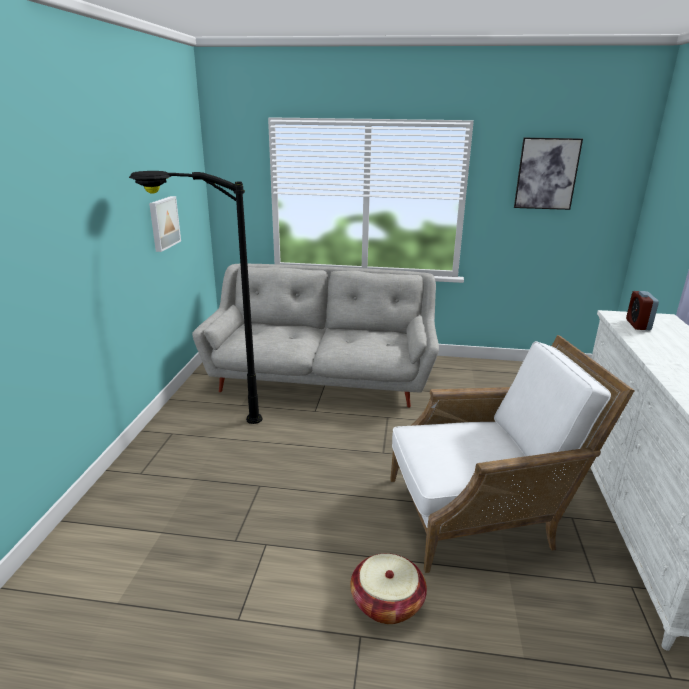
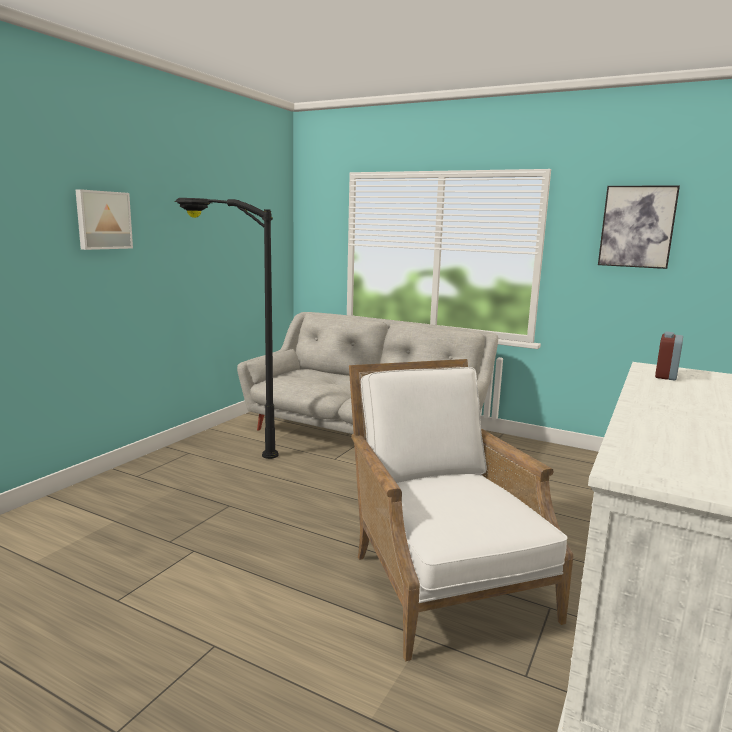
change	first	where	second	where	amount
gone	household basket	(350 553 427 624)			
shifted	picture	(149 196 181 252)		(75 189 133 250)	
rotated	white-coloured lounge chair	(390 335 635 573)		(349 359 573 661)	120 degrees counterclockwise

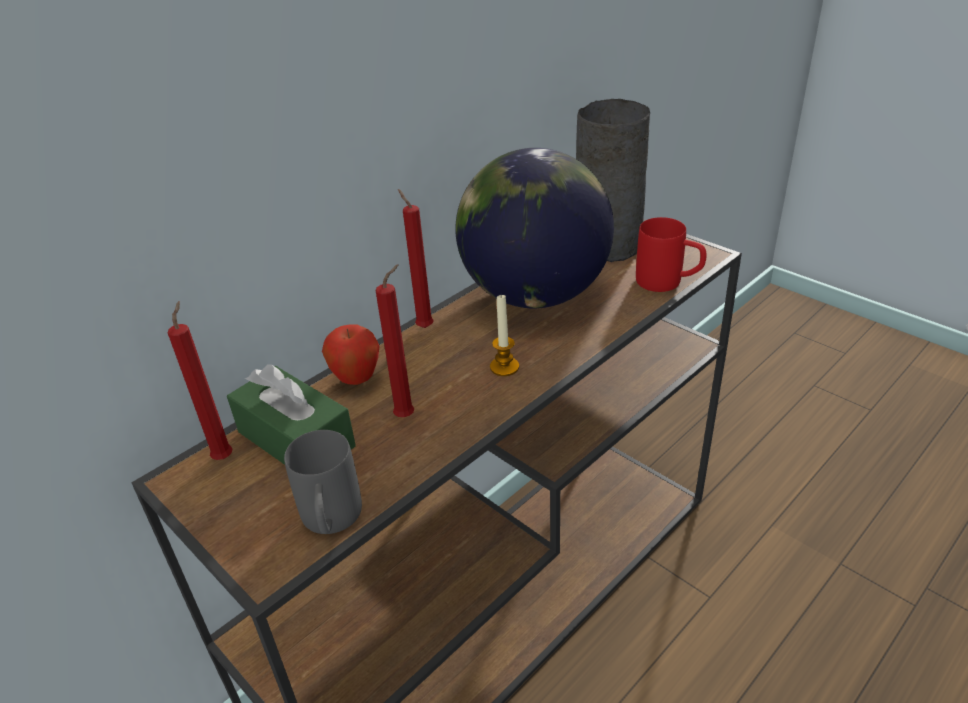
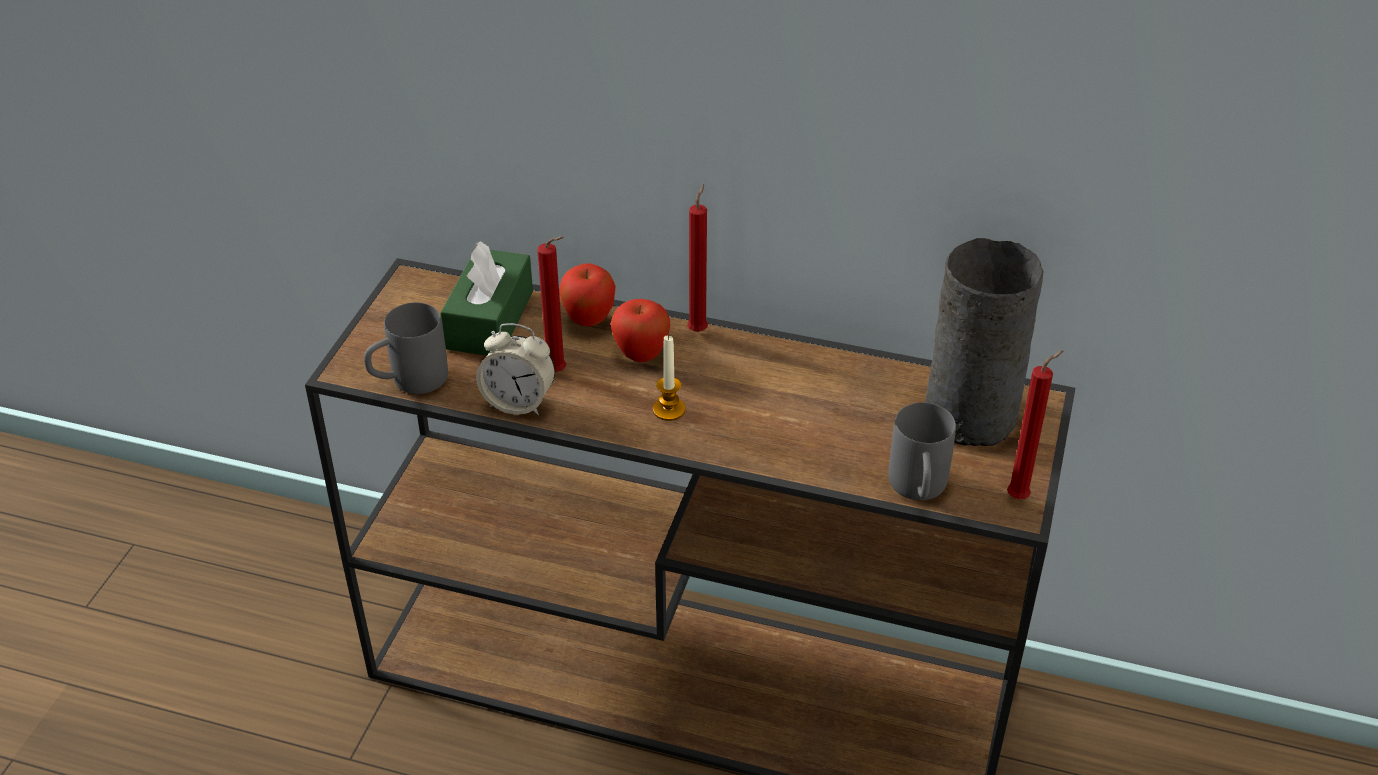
change	first	where	second	where	amount
gone	desk globe	(456 148 614 308)			
new			alarm clock	(476 323 555 415)	
new			whole apple	(611 299 670 362)	
shifted	red wax light	(168 301 233 460)		(1007 350 1063 499)	
repainted	red tea mug	(636 217 707 292)	greyish tea mug	(889 402 956 500)	

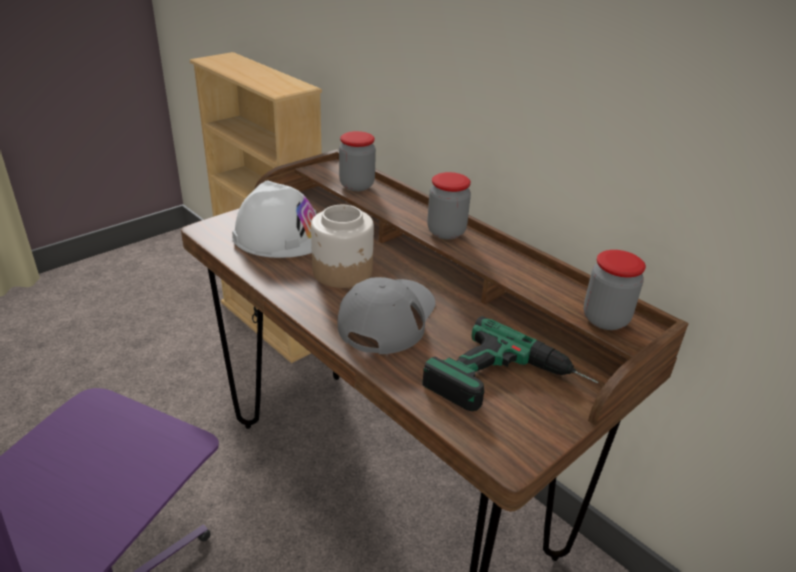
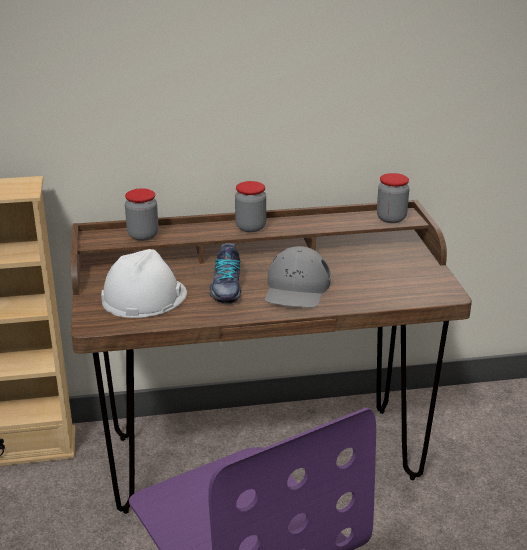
change	first	where	second	where	amount
gone	drill	(422 316 598 411)			
swapped	jar	(311 205 374 288)	low shoe	(209 243 242 304)	
rotated	greyish peaked cap	(338 277 435 354)		(265 246 331 307)	135 degrees counterclockwise

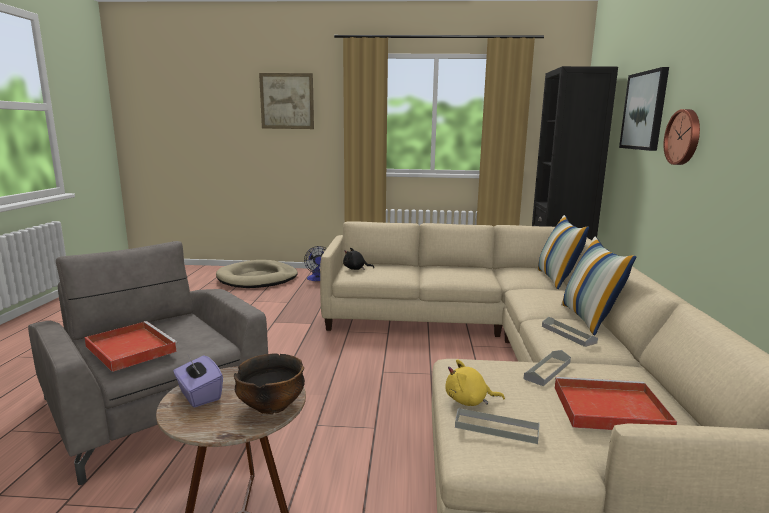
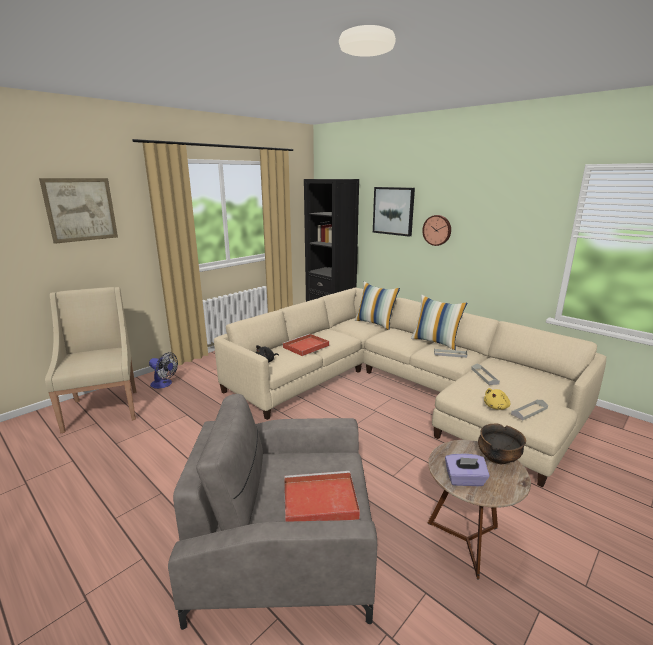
change	first	where	second	where	amount
shifted	red carrying tray	(554 377 677 430)		(282 334 329 356)	
swapped	beige-coloured dog bed	(216 260 298 288)	beige-coloured lounge chair	(45 287 137 433)	

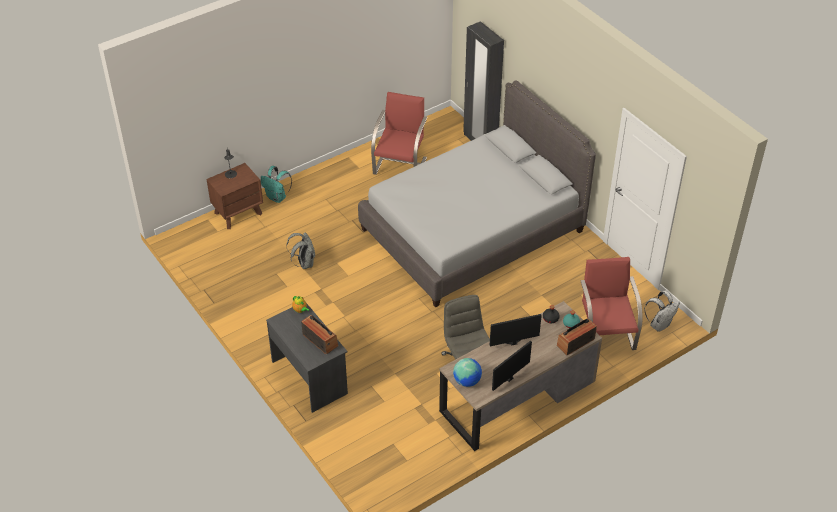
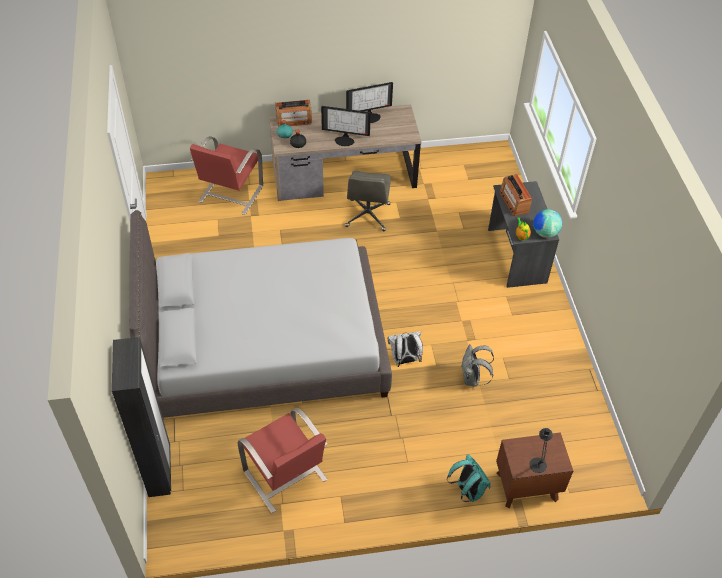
change	first	where	second	where	amount
shifted	desk globe	(453 358 482 387)		(533 209 562 238)	
shifted	white-coloured backpack	(644 291 680 332)		(388 331 423 367)	
rotated	red lounge chair	(371 92 428 175)		(237 408 328 513)	75 degrees counterclockwise

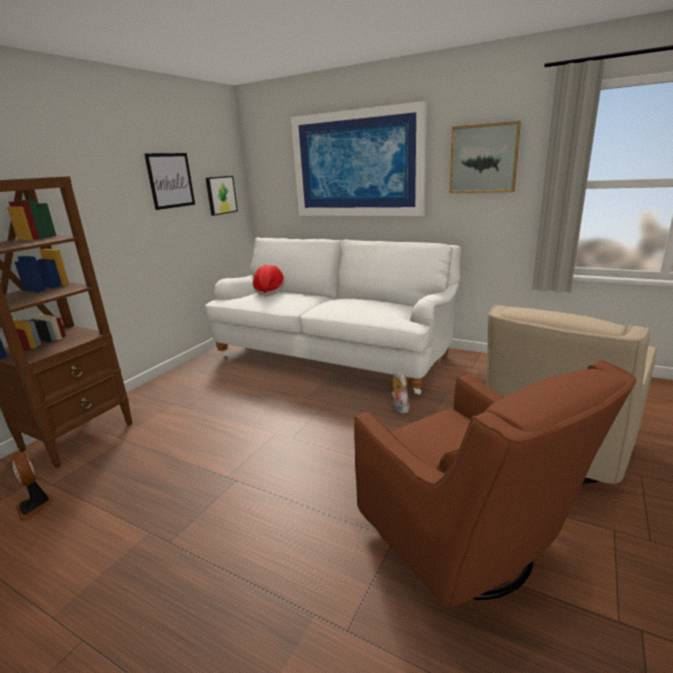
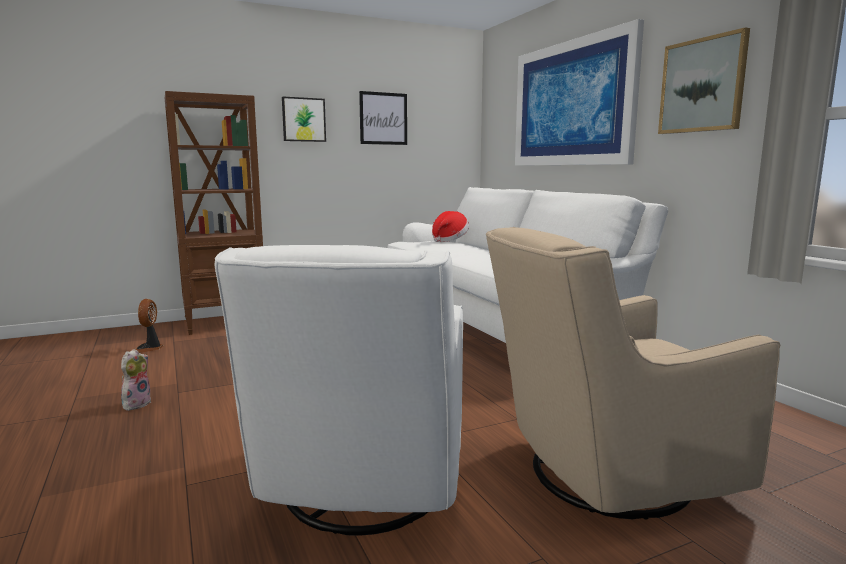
change	first	where	second	where	amount
shifted	picture	(206 176 238 216)		(282 97 326 142)	
shifted	plush toy	(391 371 410 413)		(121 349 152 411)	
repainted	brown-coloured lounge chair	(354 360 636 607)	white-coloured lounge chair	(214 245 463 536)	

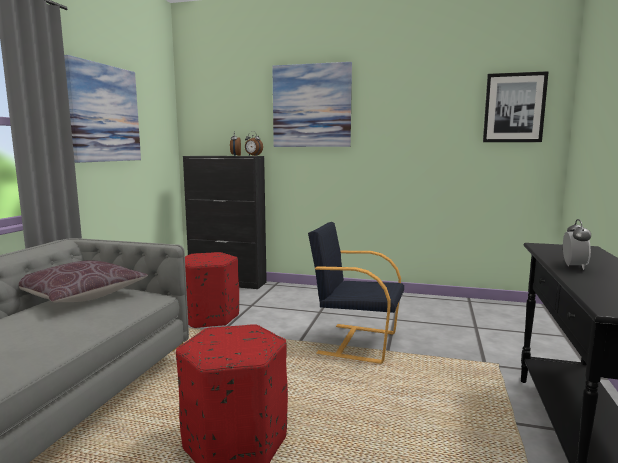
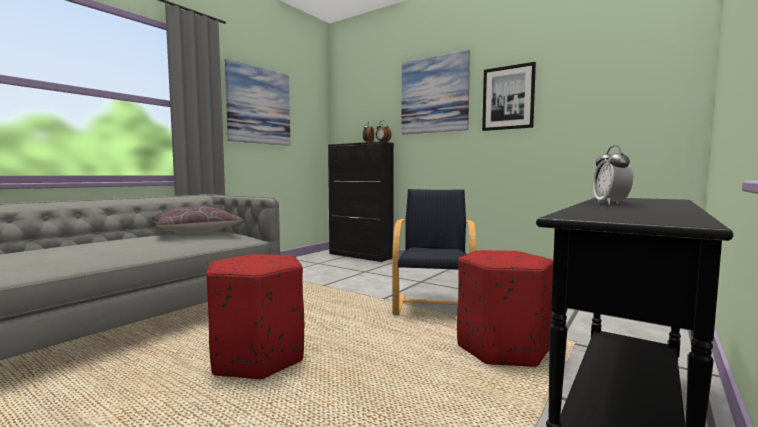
change	first	where	second	where	amount
shifted	red footrest	(185 252 239 329)		(457 250 553 367)	
shifted	picture	(483 71 549 142)		(482 62 536 131)	
rotated	blackish lounge chair	(308 222 404 364)		(392 189 476 315)	60 degrees clockwise
rotated	alarm clock	(563 219 591 270)		(593 145 633 205)	150 degrees clockwise

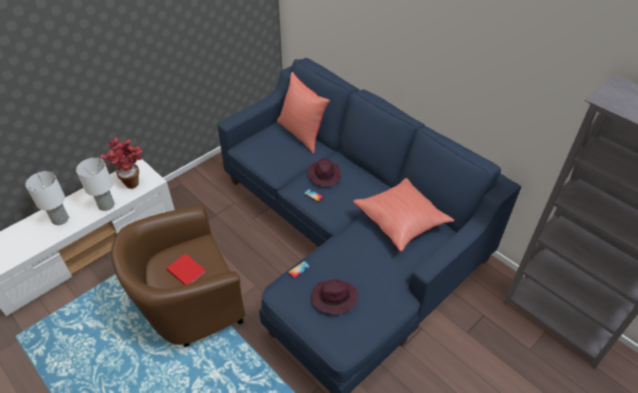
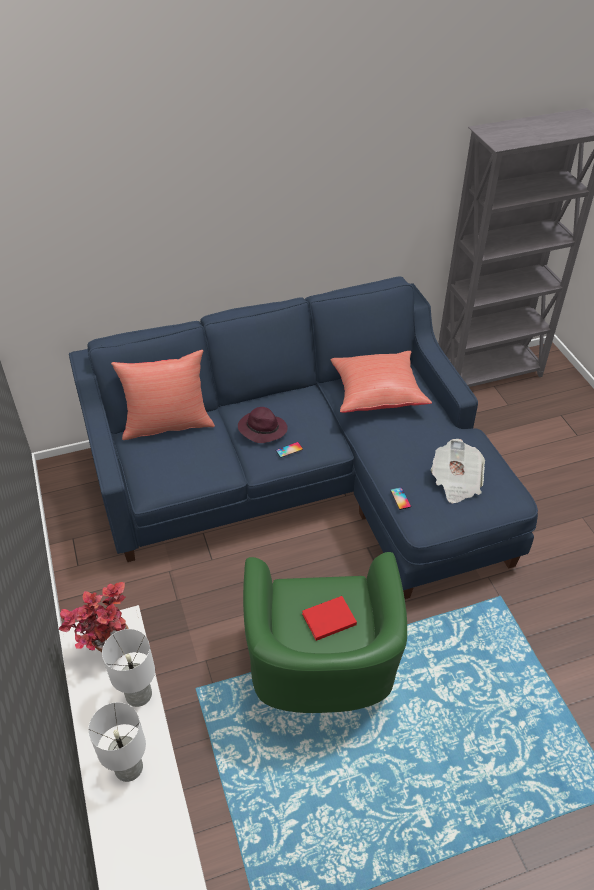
change	first	where	second	where	amount
swapped	purple-coloured wearable hat	(311 279 358 314)	printed paper	(431 439 485 504)	
repainted	brown-coloured lounge chair	(111 205 245 347)	green-coloured lounge chair	(243 552 407 713)	

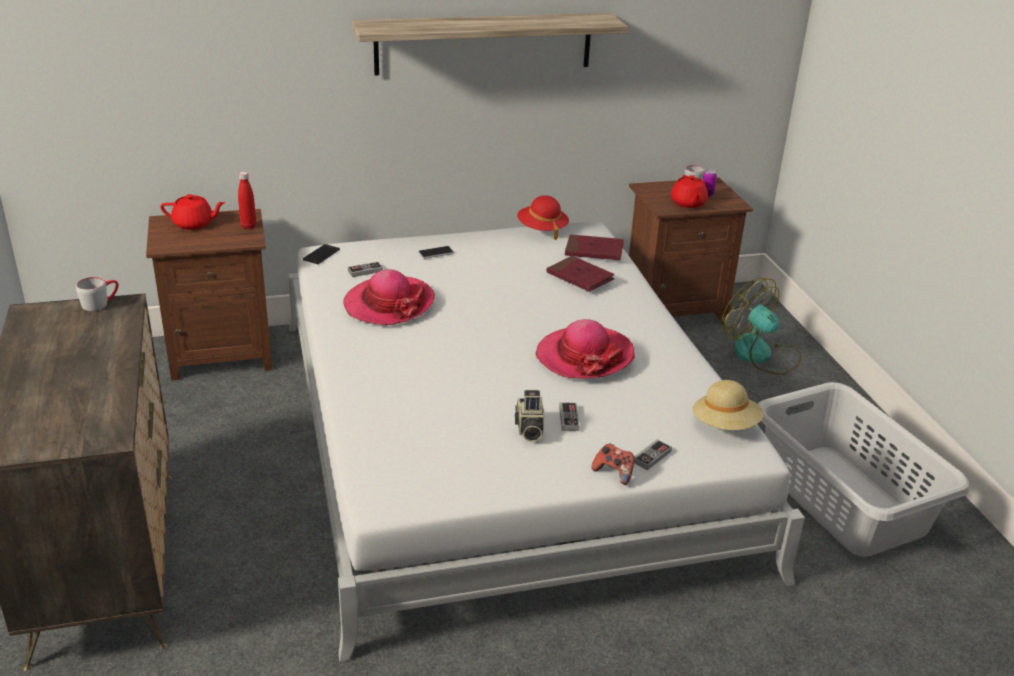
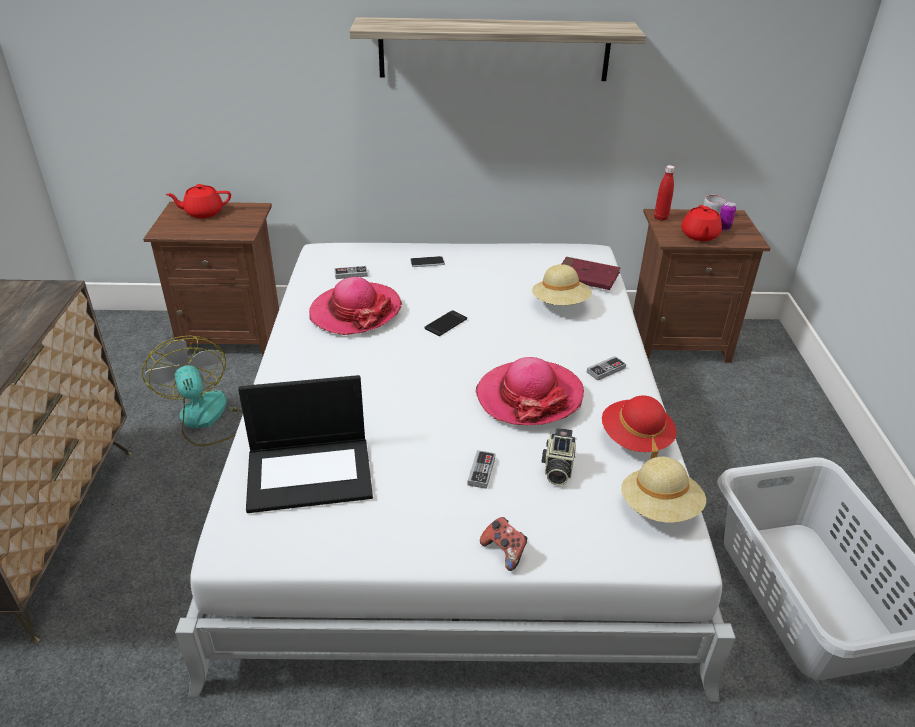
change	first	where	second	where	amount
gone	greyish tea mug	(76 277 119 311)			
new			notebook computer	(238 375 373 513)	
shifted	red bottle	(238 172 256 229)		(654 165 675 221)	
shifted	telephone	(303 244 340 264)		(424 310 467 336)	
shifted	photo camera	(515 390 544 442)		(542 428 577 485)	
shifted	red wearable hat	(517 195 569 240)		(602 396 677 459)	
shifted	joypad	(634 439 672 470)		(587 356 626 381)	
shifted	electric fan	(721 278 801 375)		(142 336 243 447)	
swapped	red bound book	(547 256 615 292)	beige-coloured wearable hat	(532 264 592 305)	
rotated	red tea pot	(160 194 225 230)		(166 184 231 218)	150 degrees clockwise

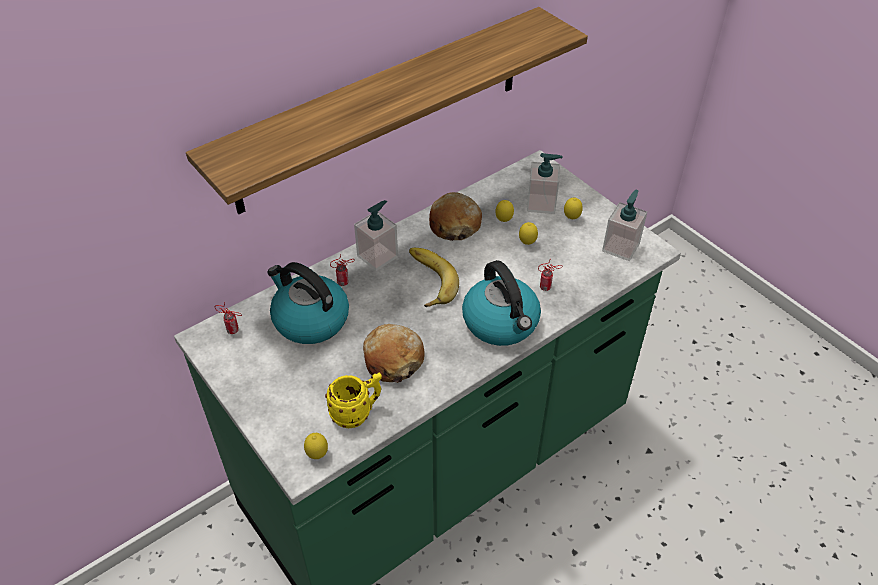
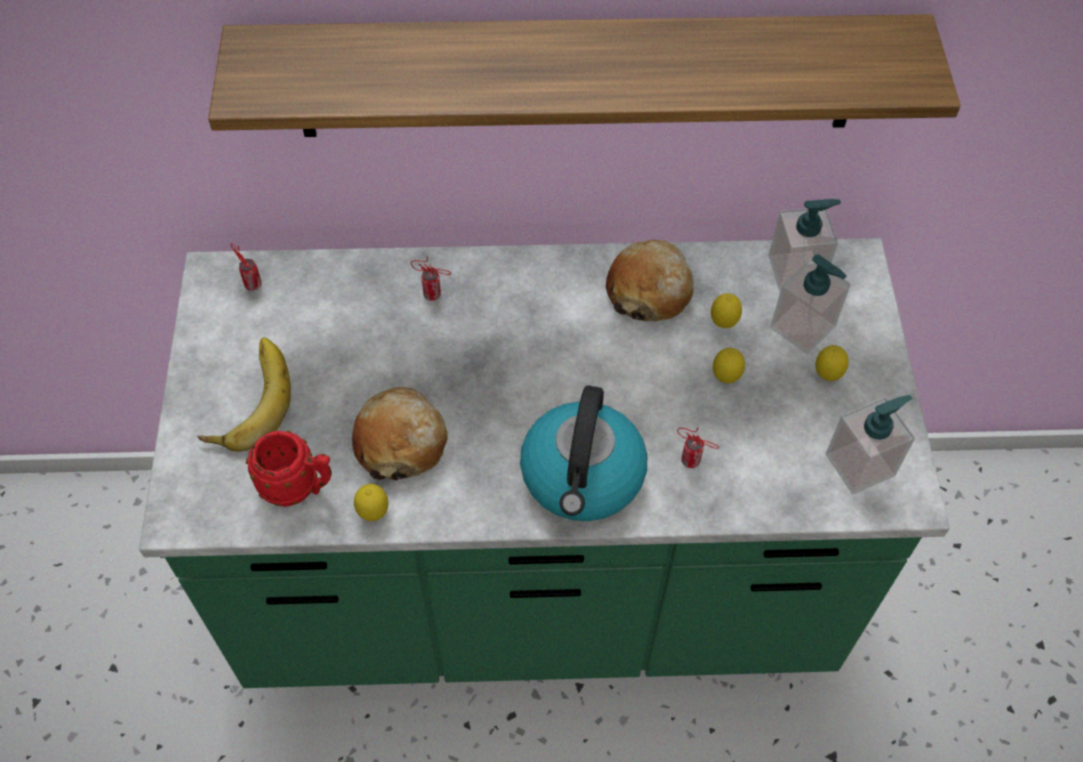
change	first	where	second	where	amount
gone	tea kettle	(267 262 349 344)			
shifted	whole lemon	(304 433 328 459)		(354 484 389 521)	
shifted	soap bottle	(354 200 398 271)		(768 199 841 291)	
shifted	whole banana	(409 248 459 307)		(198 337 291 452)	
repainted	yellowish tea mug	(325 372 382 428)	red tea mug	(246 431 332 507)	

